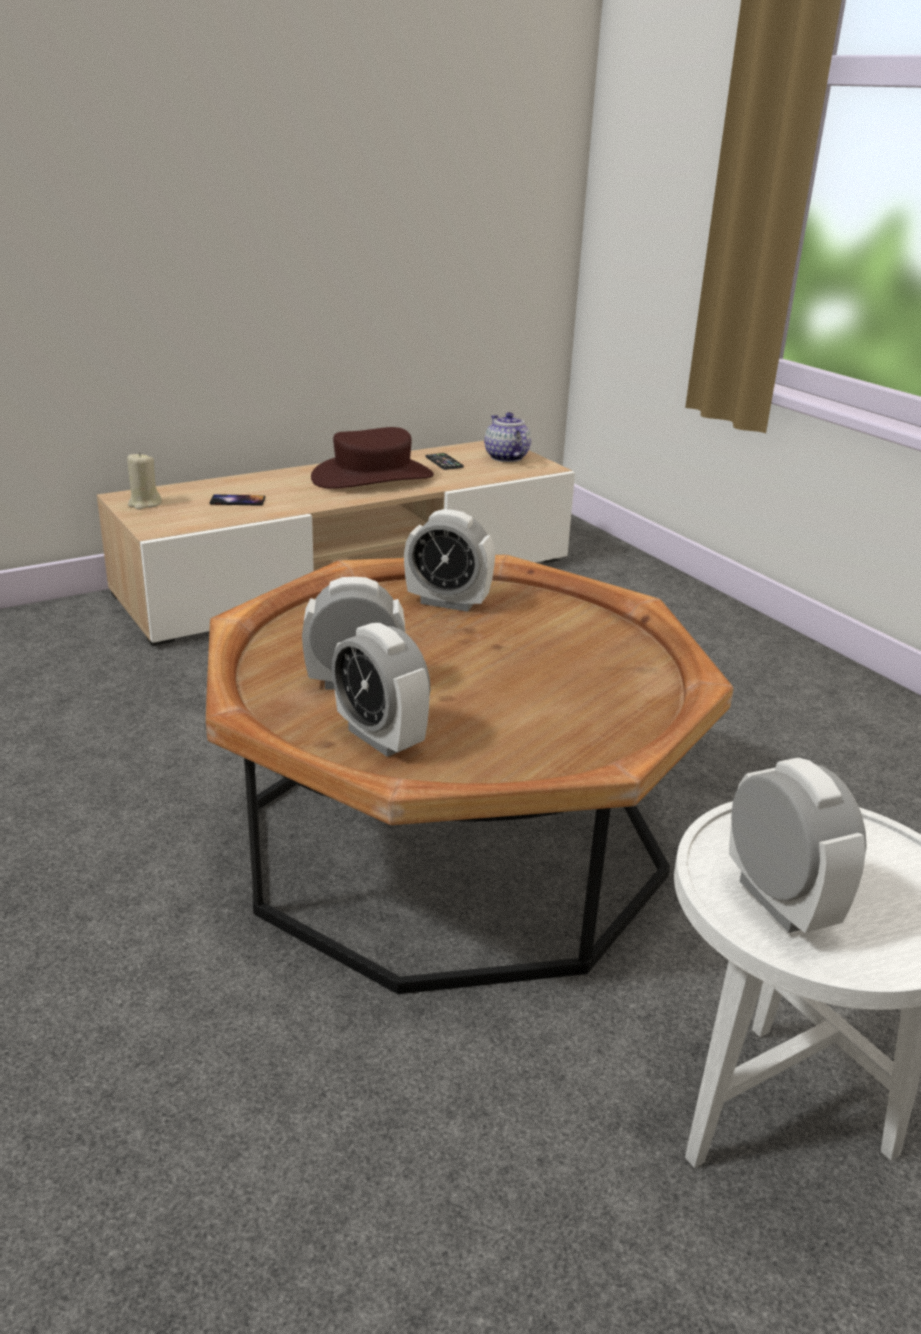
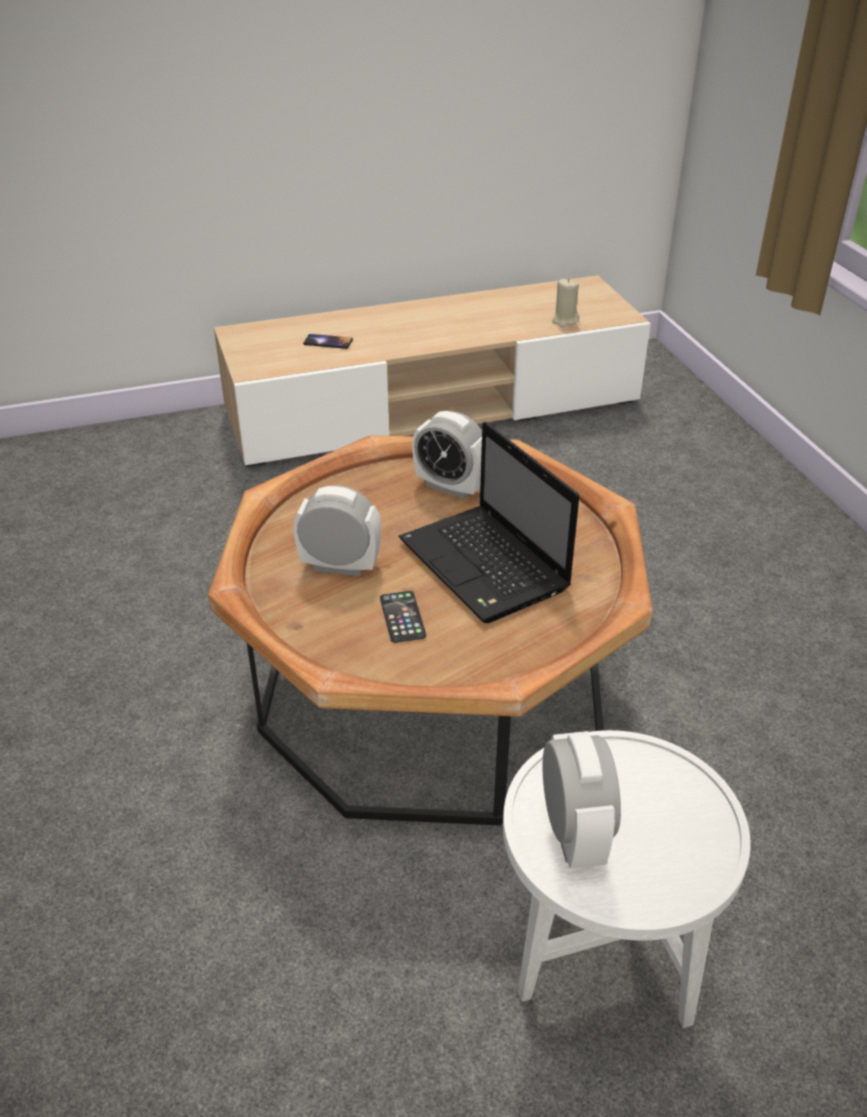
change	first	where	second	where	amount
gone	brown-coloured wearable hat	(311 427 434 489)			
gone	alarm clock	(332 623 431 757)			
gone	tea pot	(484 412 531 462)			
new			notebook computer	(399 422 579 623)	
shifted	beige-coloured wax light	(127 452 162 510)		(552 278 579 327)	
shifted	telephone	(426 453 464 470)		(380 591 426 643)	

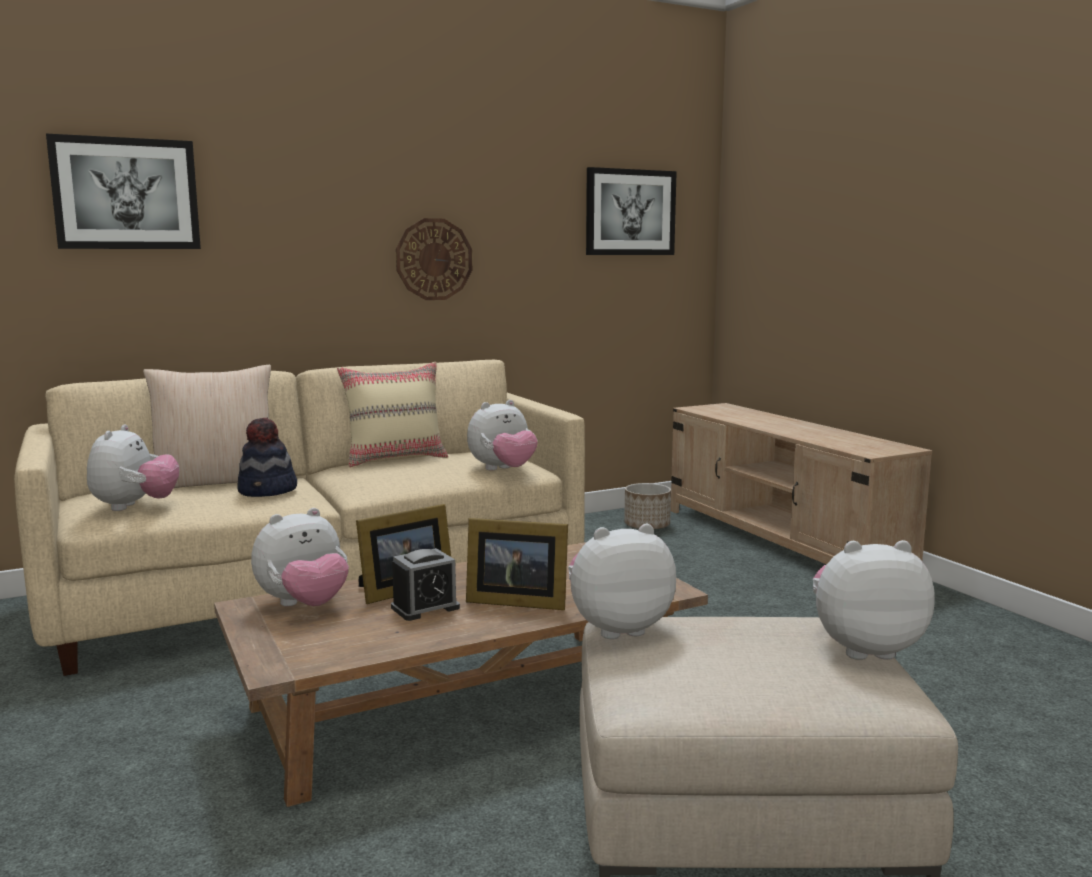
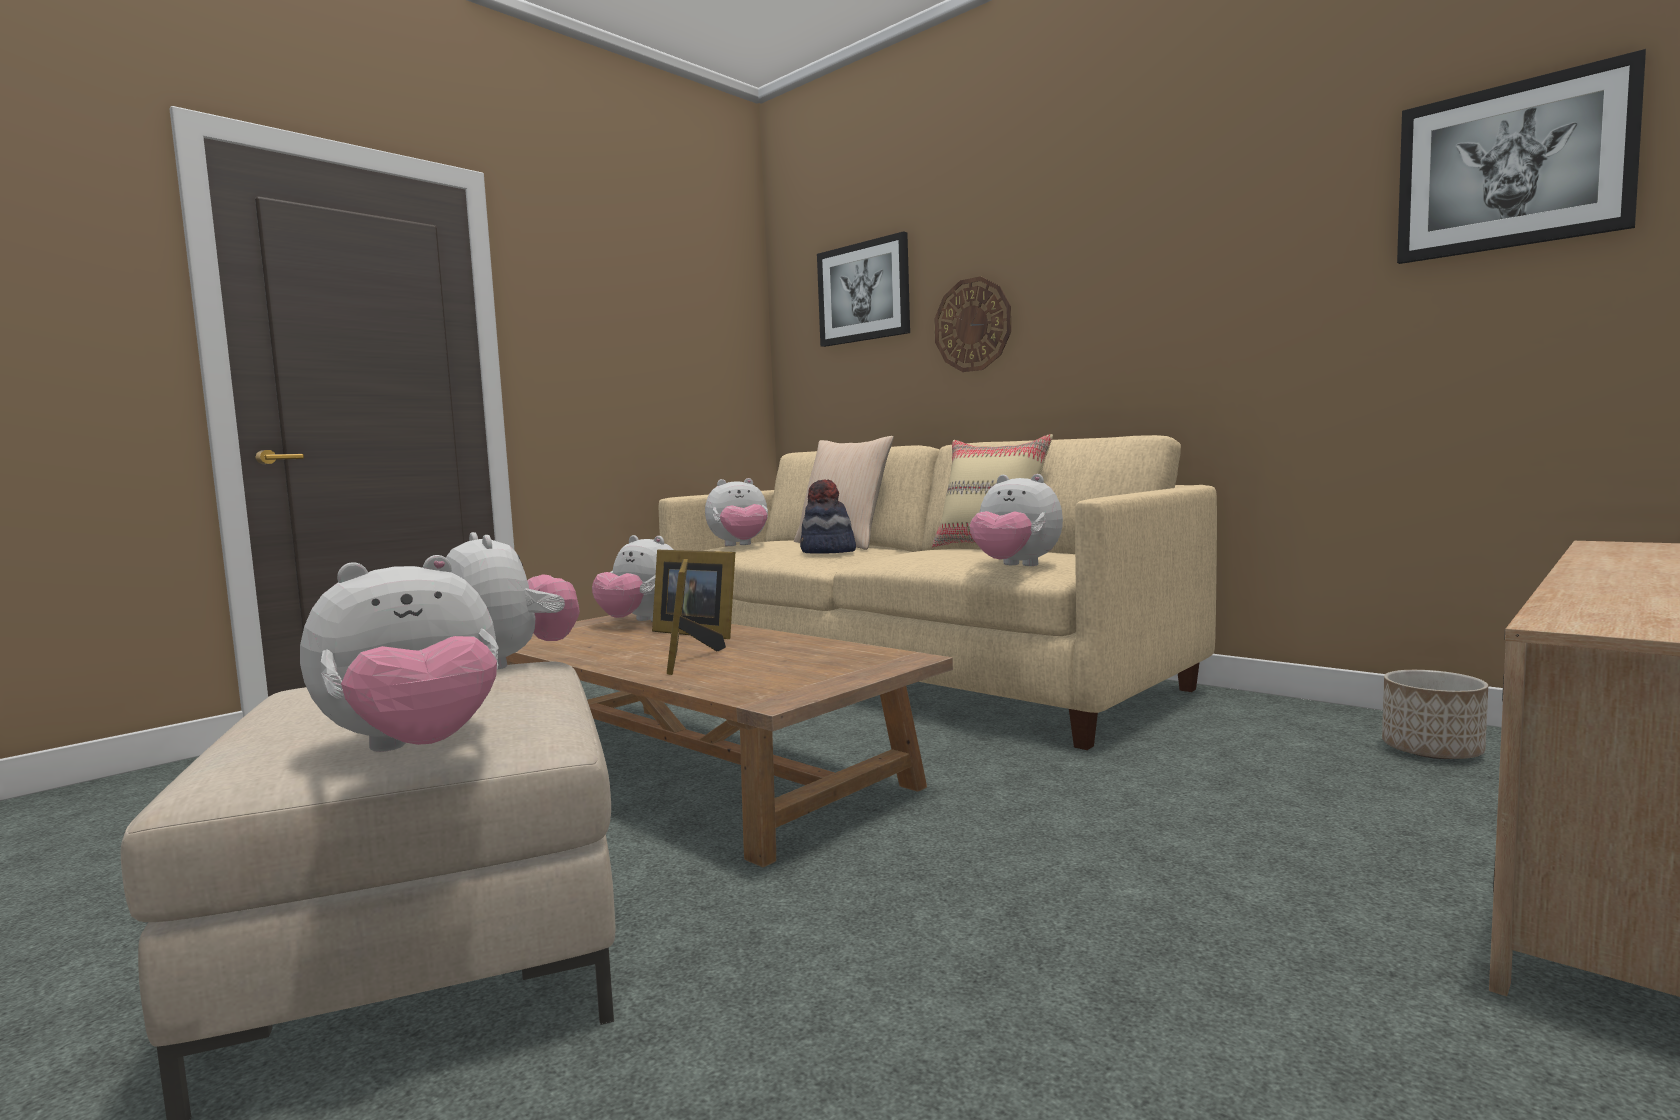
change	first	where	second	where	amount
gone	alarm clock	(391 548 460 621)			
shifted	wall clock	(396 218 472 300)		(934 276 1011 372)	
rotated	plush toy	(813 540 935 660)		(300 555 499 752)	75 degrees clockwise

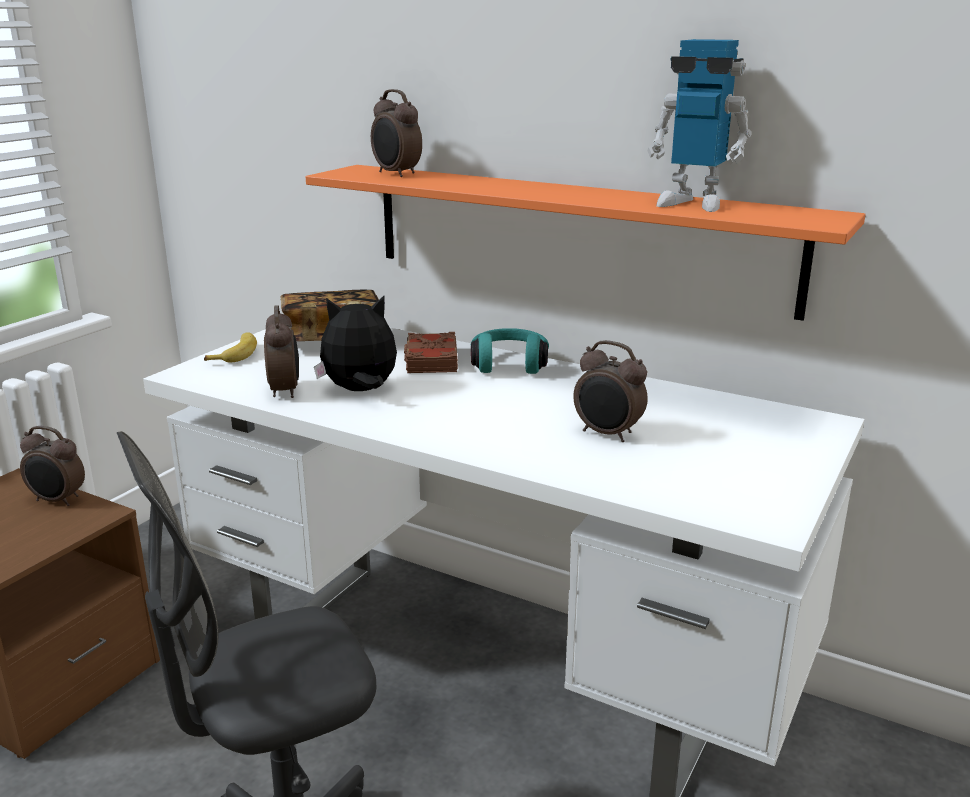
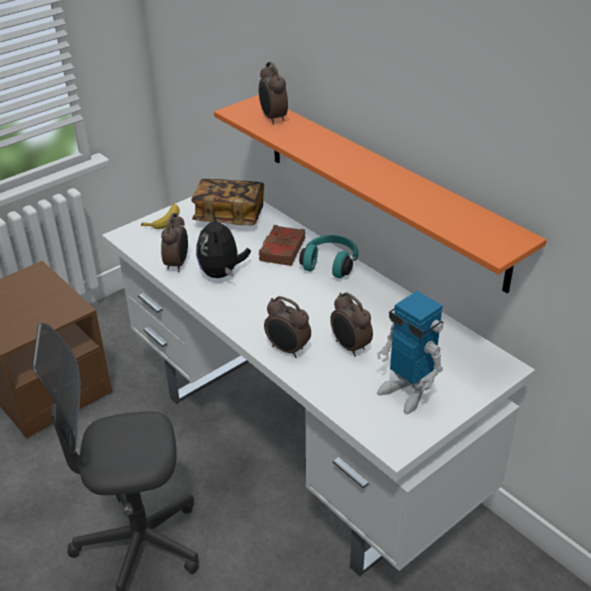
change	first	where	second	where	amount
shifted	alarm clock	(20 426 85 506)		(264 296 311 358)	
shifted	robot figure	(647 39 752 212)		(377 291 444 414)	
rotated	plush toy	(314 296 397 391)		(196 211 251 278)	105 degrees counterclockwise

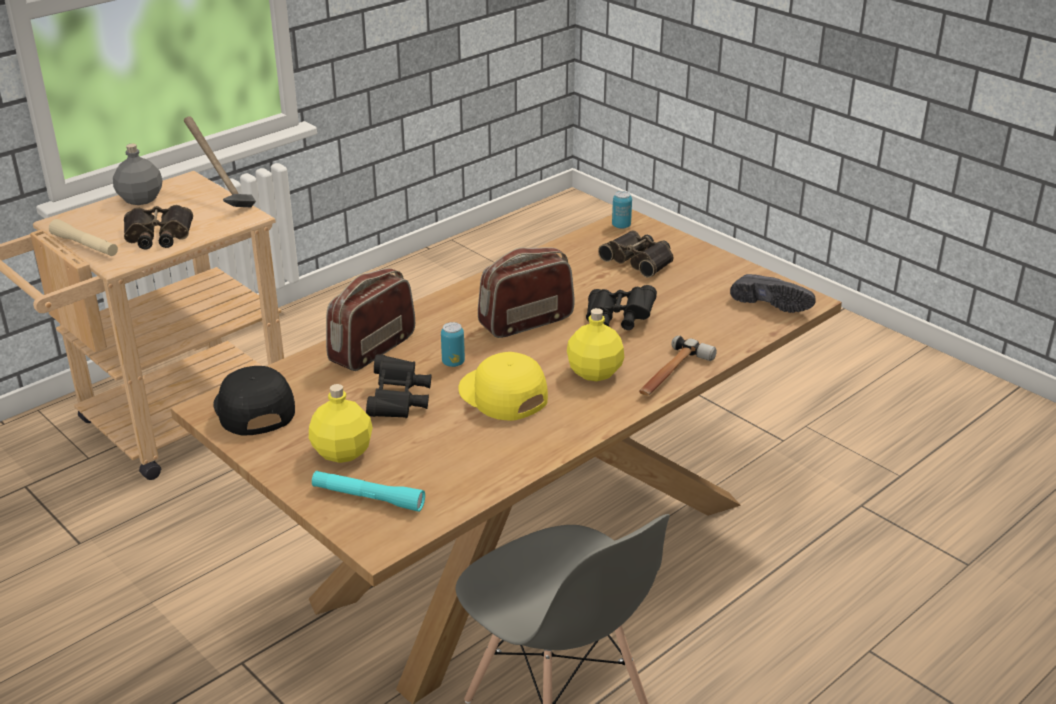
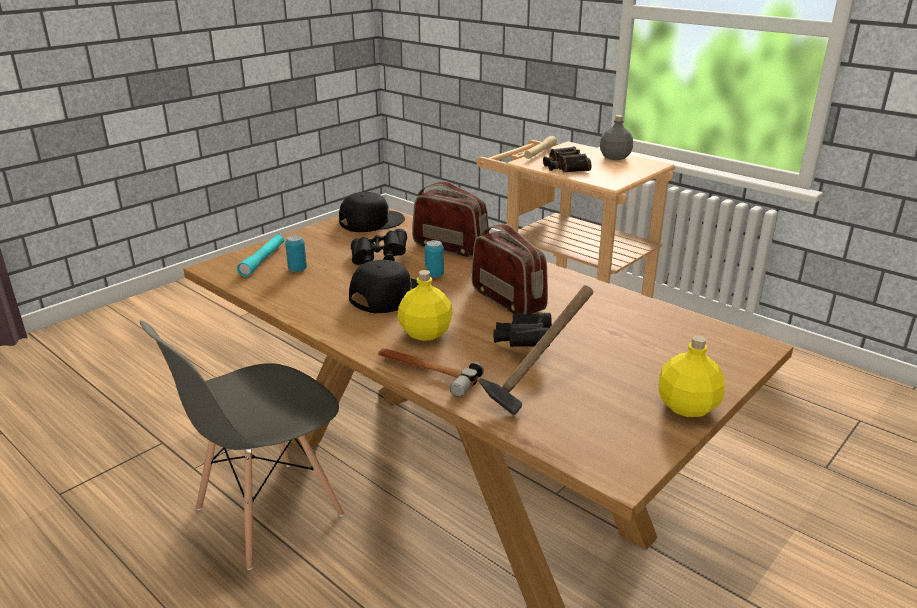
change	first	where	second	where	amount
gone	field glasses	(598 230 674 278)			
gone	blackish low shoe	(730 274 816 313)			
shifted	hammer	(184 116 256 207)		(478 285 593 415)	
shifted	yellowish bottle	(309 384 373 463)		(659 335 725 417)	
shifted	sealed can	(612 191 632 229)		(285 235 307 272)	
repainted	yellowish peaked cap	(458 352 548 421)	blackish peaked cap	(349 260 418 313)	

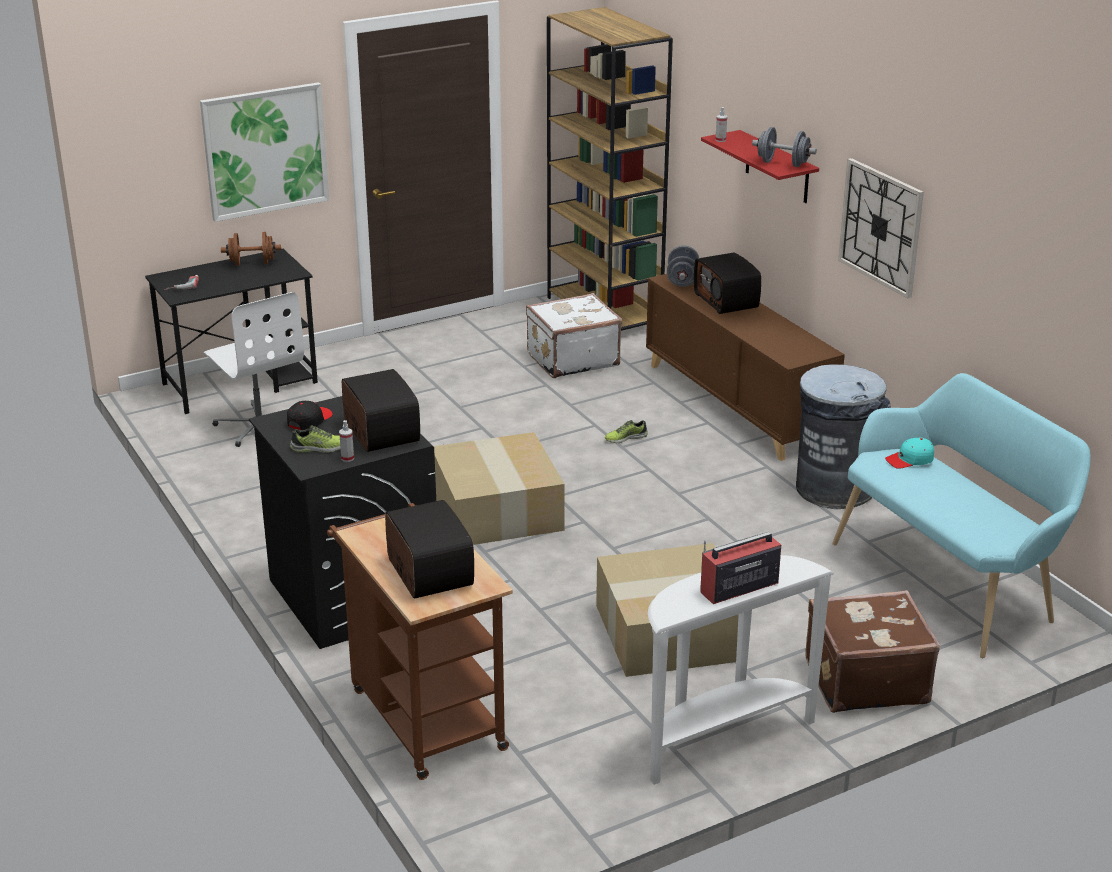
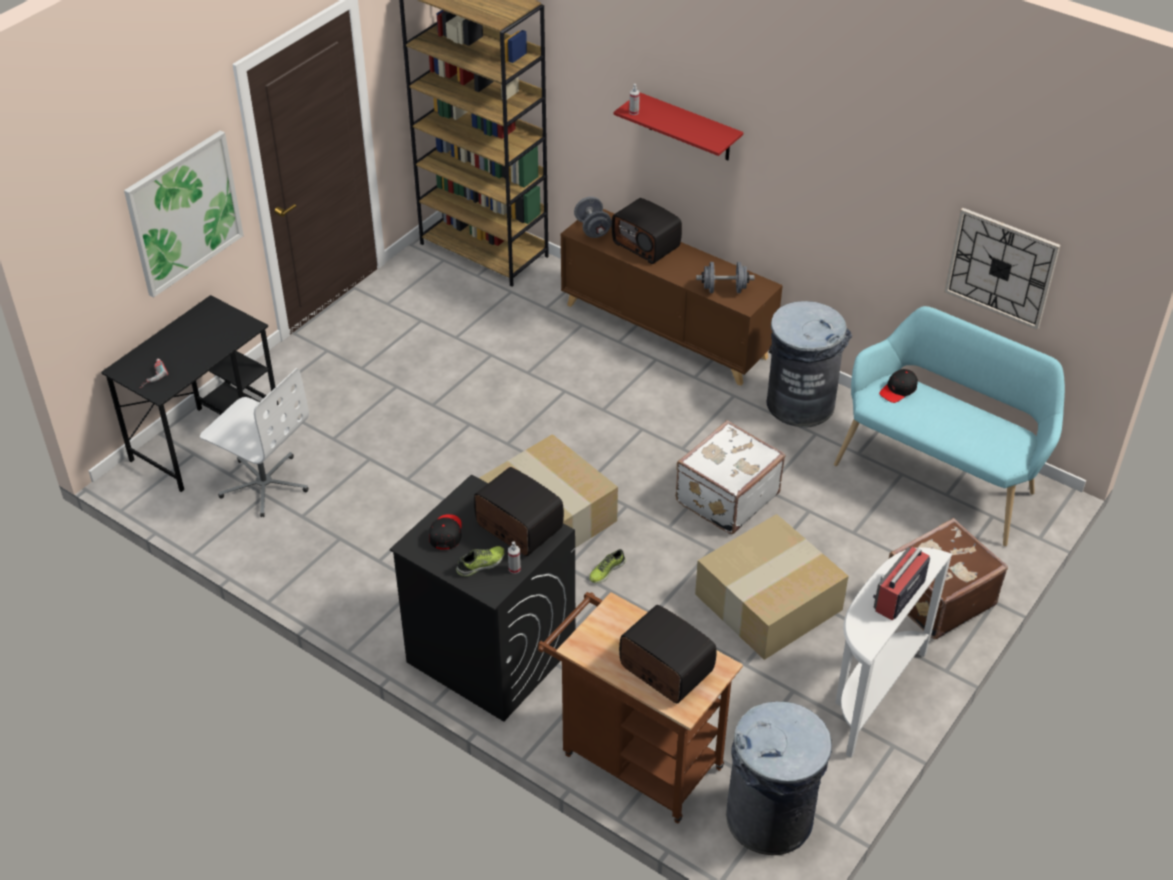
change	first	where	second	where	amount
gone	brown-coloured dumbbell	(221 232 281 266)			
new			greyish trash can	(726 701 832 855)	
shifted	white-coloured suitcase	(526 293 622 378)		(676 420 786 534)	
shifted	low shoe	(605 420 648 443)		(589 549 625 583)	
shifted	greyish dumbbell	(752 127 817 167)		(696 262 755 293)	
shifted	wall clock	(838 158 924 298)		(944 208 1060 330)	
repainted	blue-green peaked cap	(885 438 934 469)	blackish peaked cap	(879 369 918 403)	

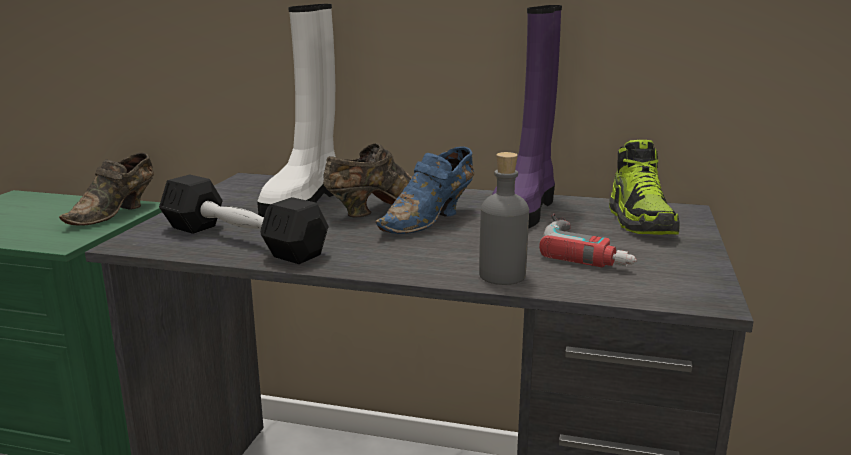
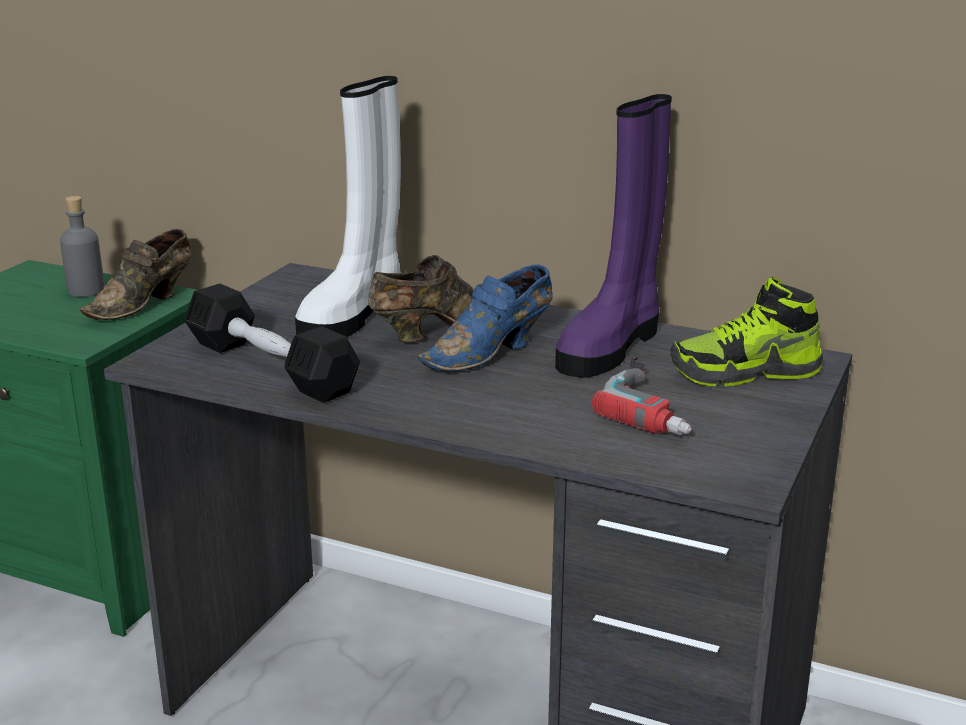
change	first	where	second	where	amount
shifted	greyish bottle	(479 152 529 285)		(60 196 105 297)	
rotated	low shoe	(609 140 680 235)		(671 277 823 386)	75 degrees clockwise

